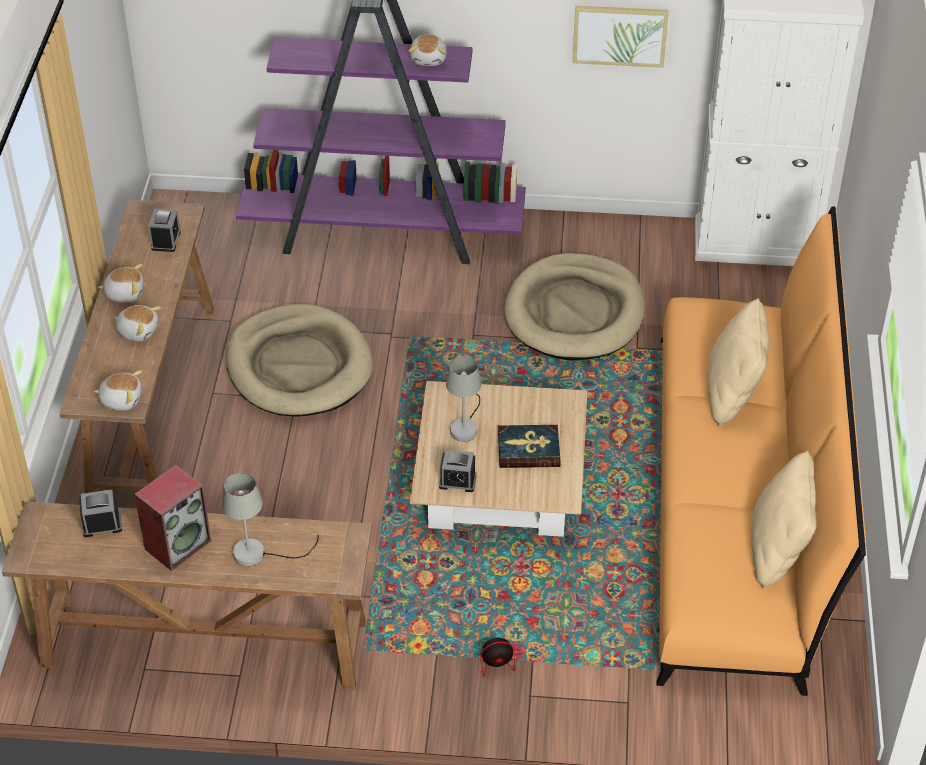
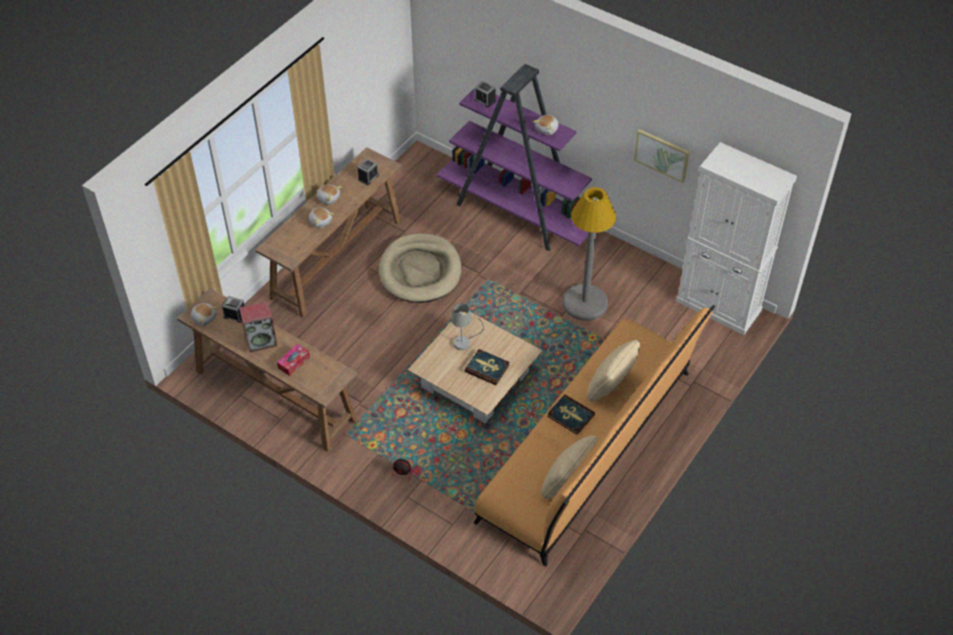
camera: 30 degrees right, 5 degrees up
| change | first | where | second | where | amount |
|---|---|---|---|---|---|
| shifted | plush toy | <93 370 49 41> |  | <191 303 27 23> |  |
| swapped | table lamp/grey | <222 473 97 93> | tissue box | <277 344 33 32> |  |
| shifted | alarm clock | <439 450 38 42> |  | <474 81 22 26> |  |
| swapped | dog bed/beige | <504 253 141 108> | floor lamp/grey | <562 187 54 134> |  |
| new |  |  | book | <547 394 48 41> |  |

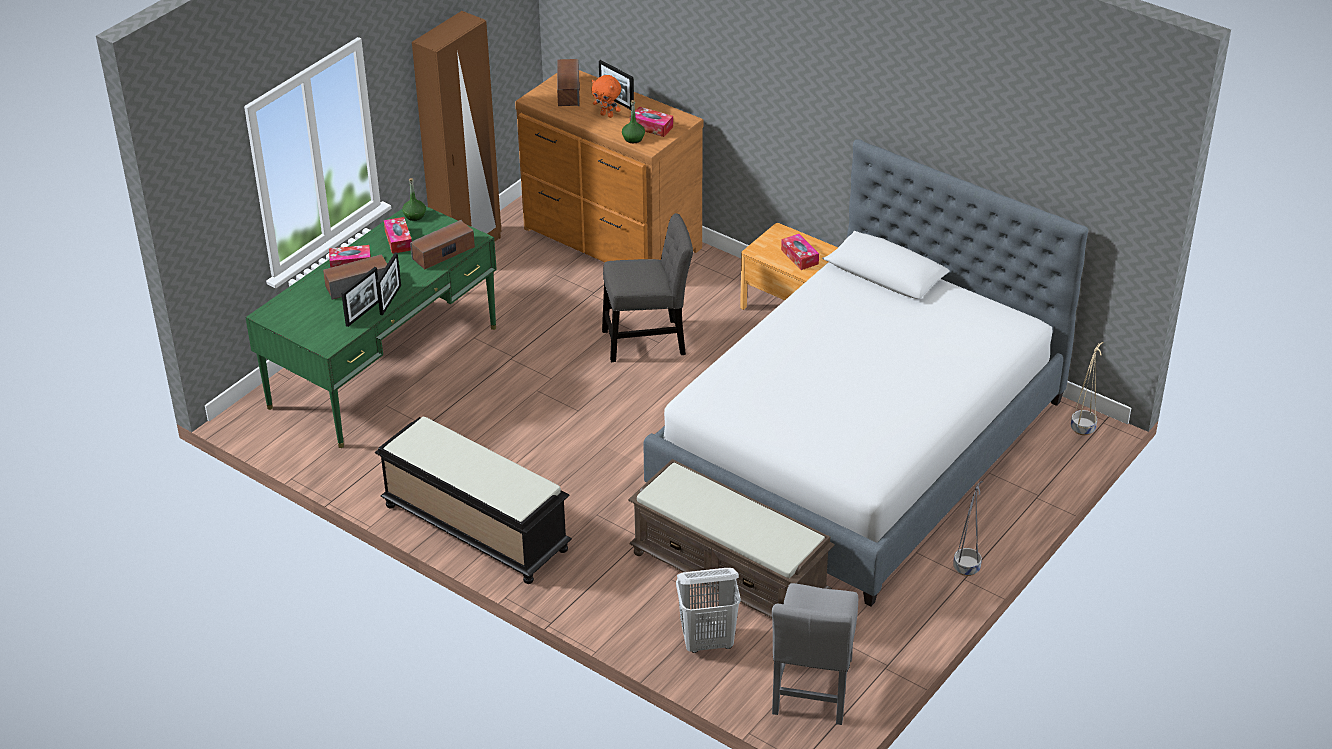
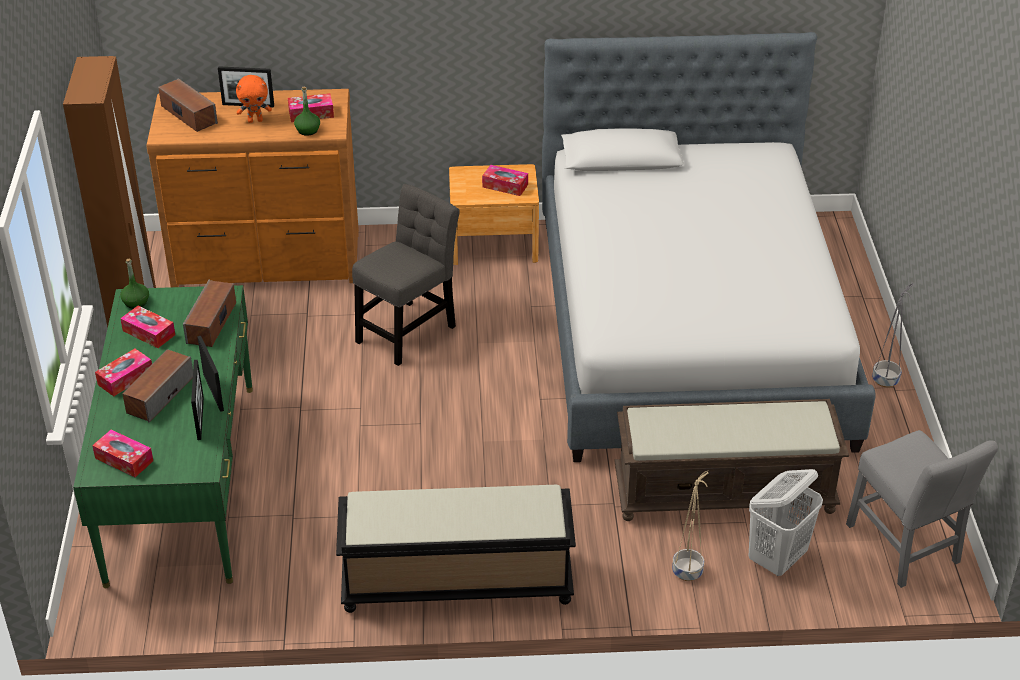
camera: 40 degrees left, 0 degrees up
| change | first | where | second | where | amount |
|---|---|---|---|---|---|
| shifted | planter/beige | <1071 342 33 93> |  | <672 471 36 110> |  |
| new |  |  | tissue box | <92 430 61 47> |  |

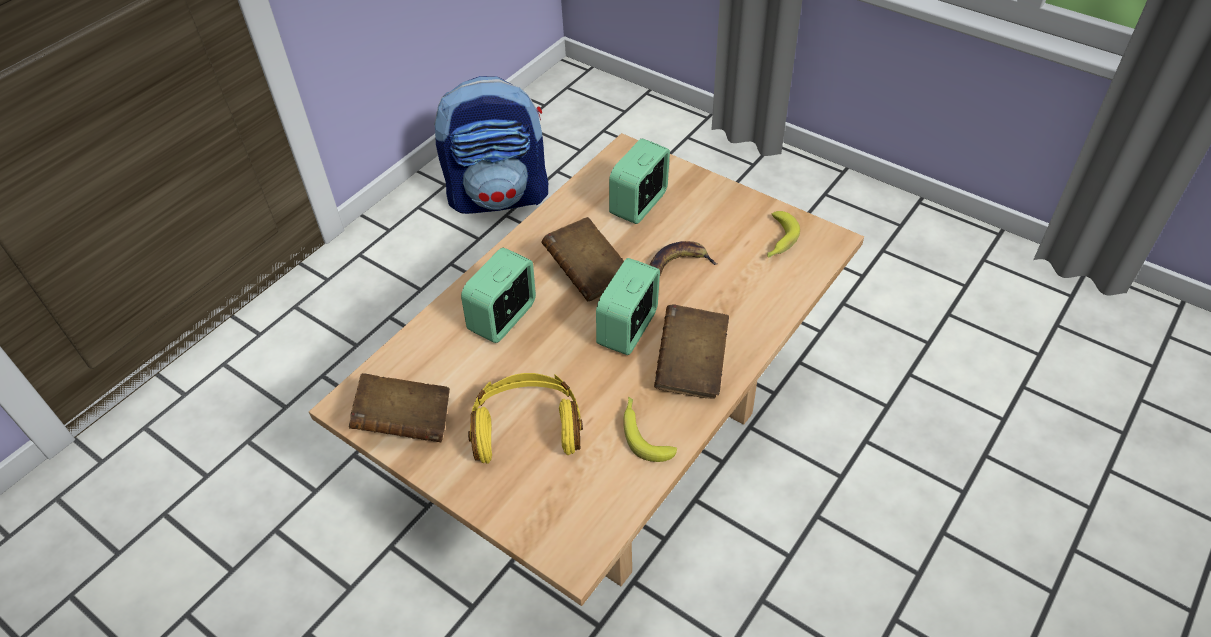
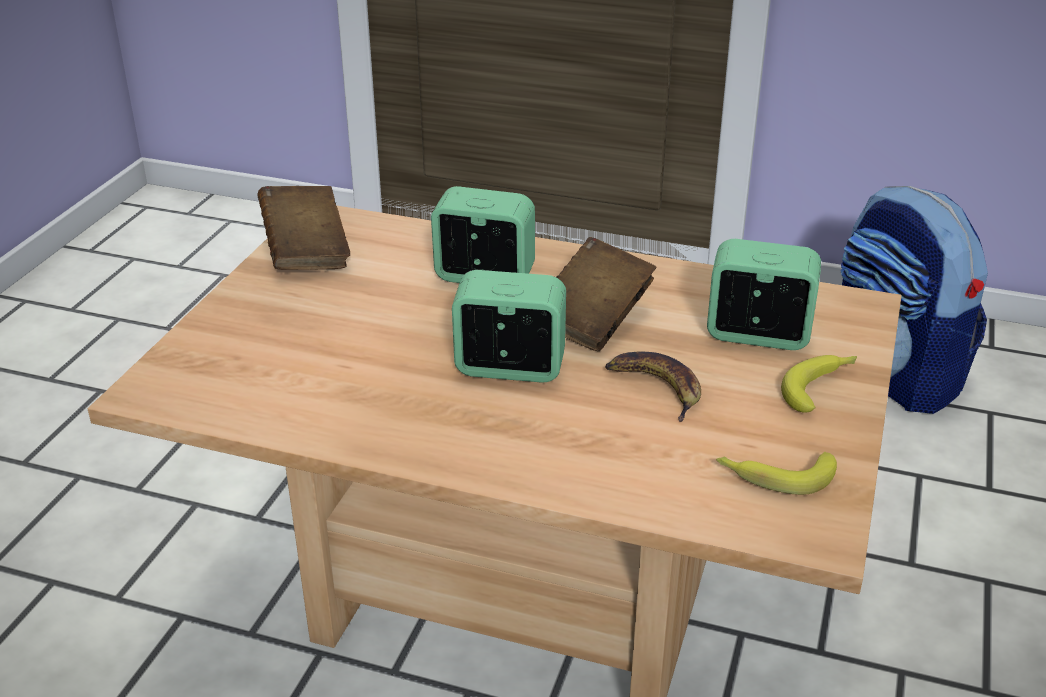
camera: 70 degrees right, 15 degrees down
| change | first | where | second | where | amount |
|---|---|---|---|---|---|
| gone | headphones/yellow | <468 373 115 91> |  |  |  |
| shifted | banana | <623 397 54 65> |  | <781 355 76 58> |  |
| gone | book/brown | <654 305 75 94> |  |  |  |

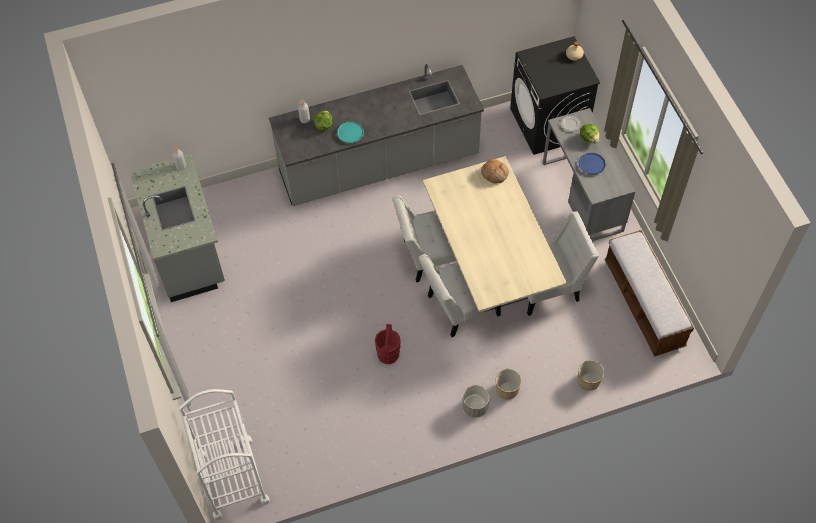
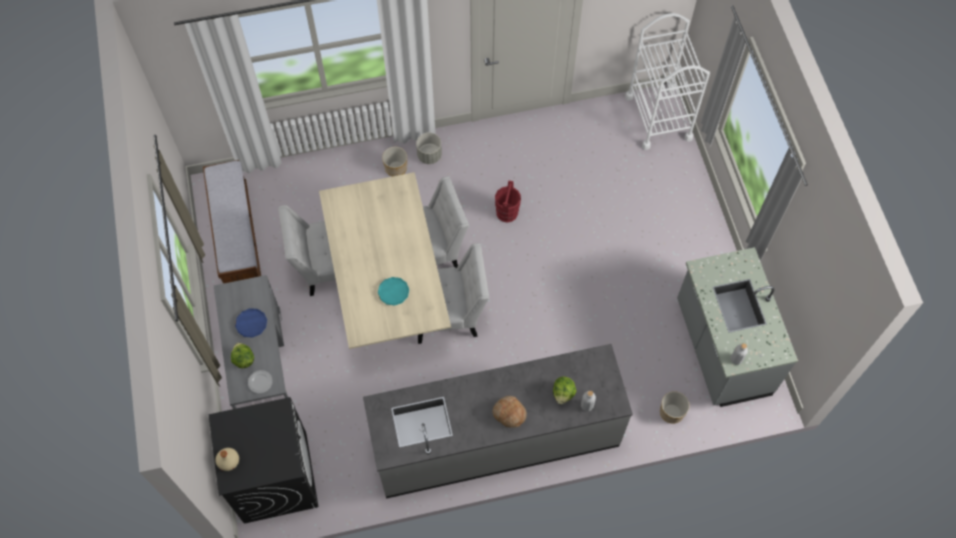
camera: 175 degrees left, 5 degrees up
| change | first | where | second | where | amount |
|---|---|---|---|---|---|
| shifted | plate/turquoise | <337 122 27 21> |  | <378 277 31 29> |  |
| shifted | bread | <481 159 28 25> |  | <493 396 34 31> |  |
| shifted | planter | <578 360 26 31> |  | <660 391 30 33> |  |

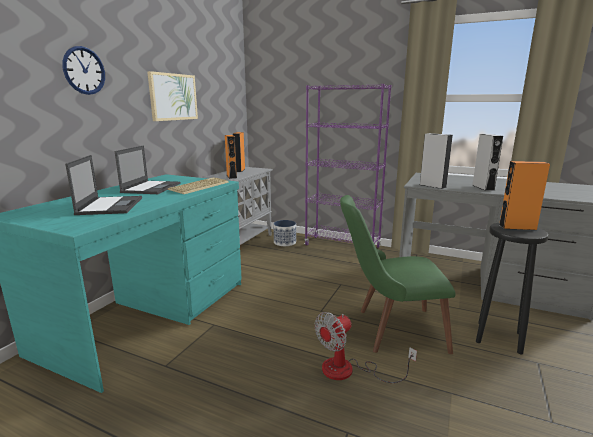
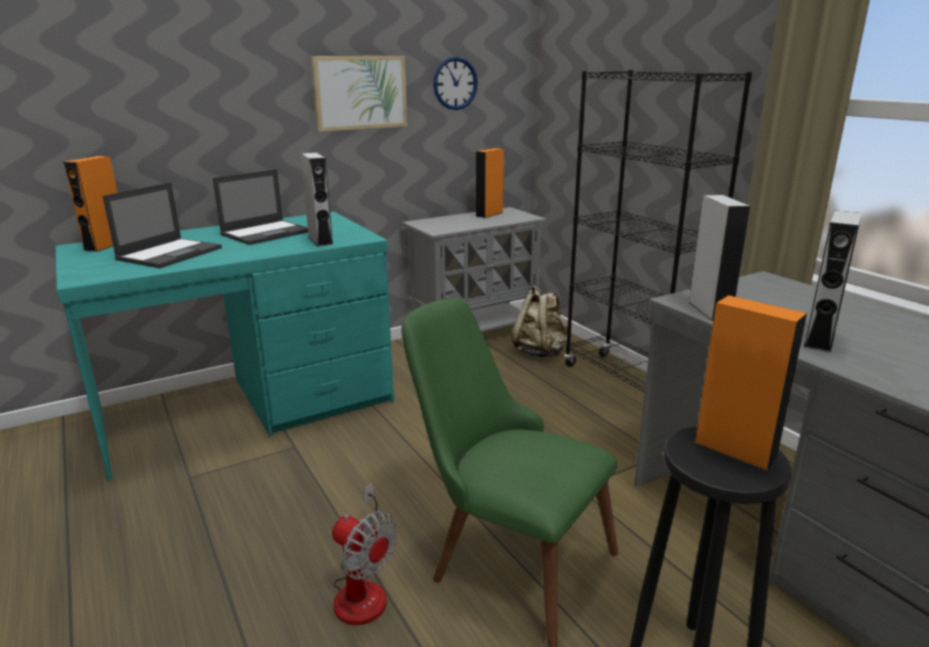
camera: 35 degrees right, 5 degrees up
| change | first | where | second | where | amount |
|---|---|---|---|---|---|
| shifted | wall clock | <62 46 43 49> |  | <433 57 45 53> |  |
| swapped | keyboard | <168 178 61 16> | speaker/grey | <301 153 32 93> |  |
| shifted | speaker/orange | <225 135 12 44> |  | <63 156 55 96> |  |
| swapped | planter | <274 220 22 26> | backpack/beige | <511 285 57 72> |  |
| repainted | bookcase/purple | <304 84 87 164> | bookcase/black | <564 70 188 323> |  |
| rotated | fan | <315 312 102 71> |  | <332 482 65 143> | 135 degrees counterclockwise |

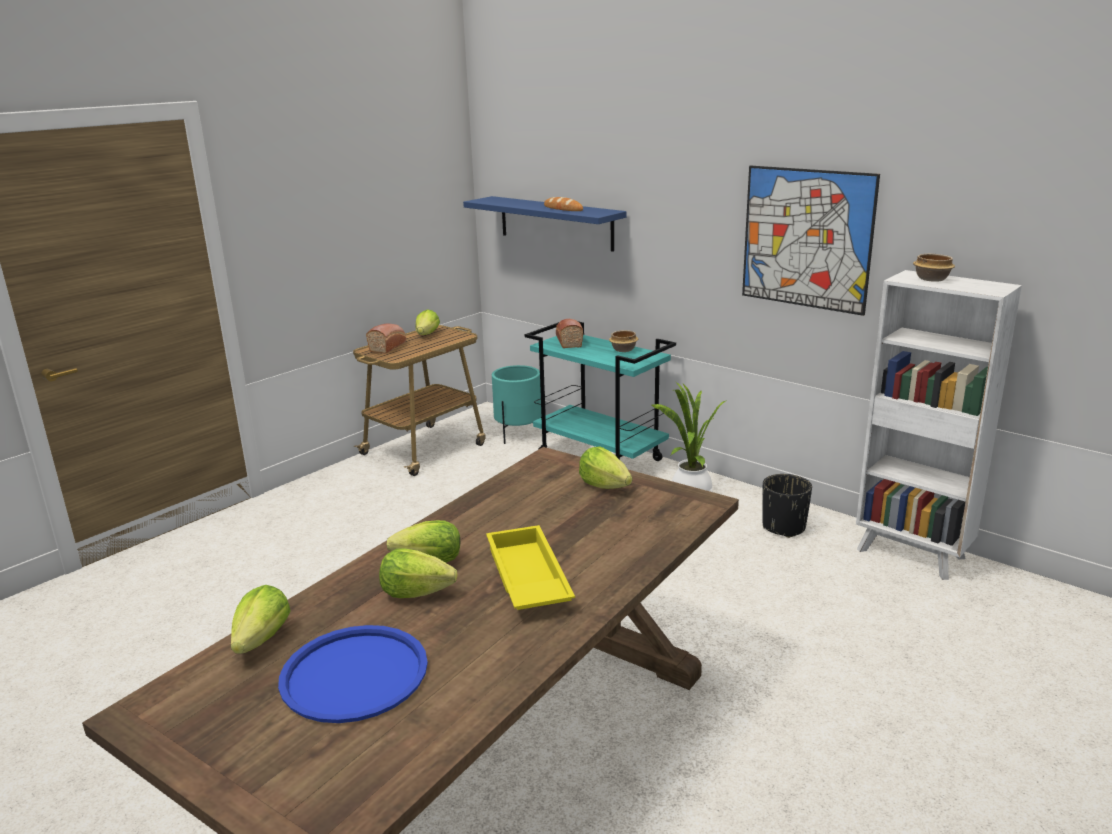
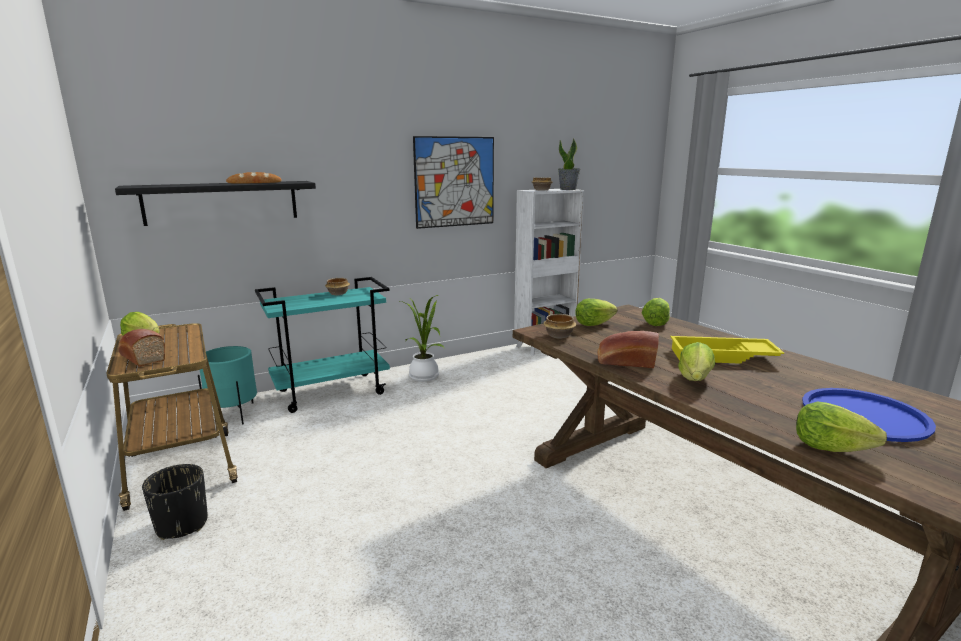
camera: 70 degrees left, 5 degrees down
| change | first | where | second | where | amount |
|---|---|---|---|---|---|
| shifted | lettuce | <379 548 78 50> |  | <642 298 28 28> |  |
| repainted | shelf/blue | <463 196 164 56> | shelf/black | <115 181 201 45> |  |
| shifted | bread | <556 319 27 29> |  | <598 331 61 37> |  |
| shifted | planter/black | <762 474 50 64> |  | <142 464 66 76> |  |
| new |  |  | bowl | <543 314 33 25> |  |
| new |  |  | potted plant | <558 139 22 51> |  |

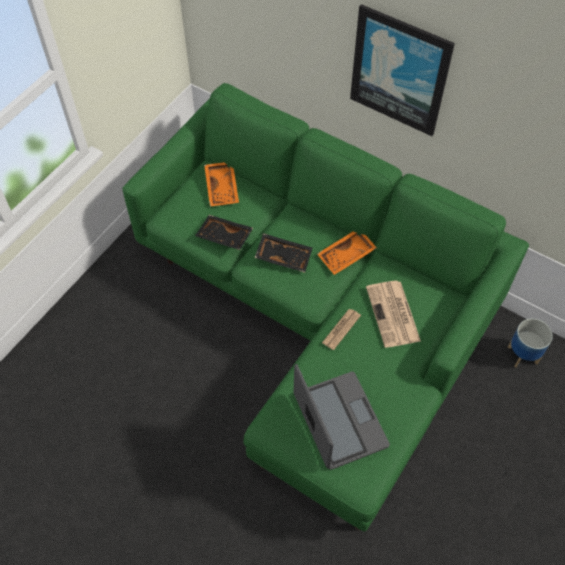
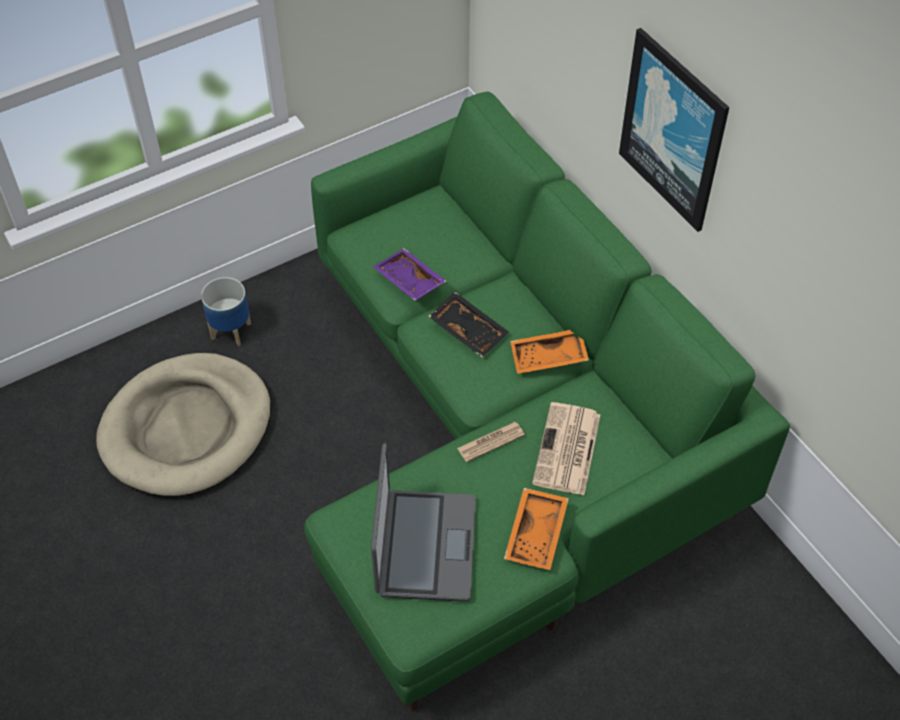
camera: 25 degrees right, 5 degrees down
| change | first | where | second | where | amount |
|---|---|---|---|---|---|
| repainted | tray/black | <195 215 58 35> | tray/purple | <373 248 73 52> |  |
| shifted | tray/orange | <204 162 35 45> |  | <504 488 65 82> |  |
| shifted | planter | <508 318 45 49> |  | <201 277 50 69> |  |
| new |  |  | dog bed/beige | <96 353 175 144> |  |

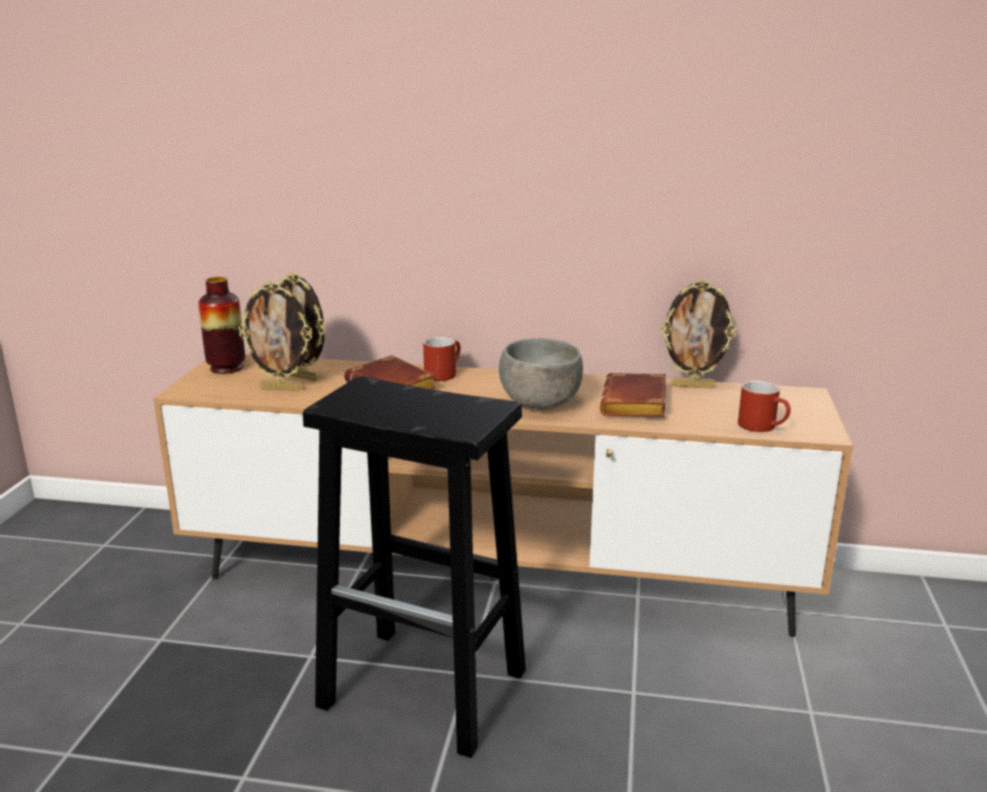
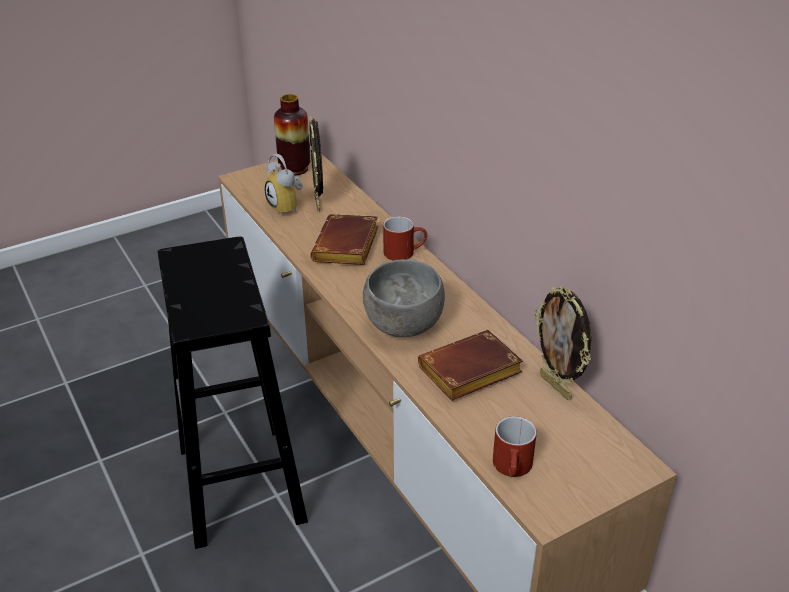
camera: 50 degrees right, 15 degrees up
| change | first | where | second | where | amount |
|---|---|---|---|---|---|
| swapped | picture frame | <238 281 74 110> | alarm clock | <265 154 38 62> |  |

